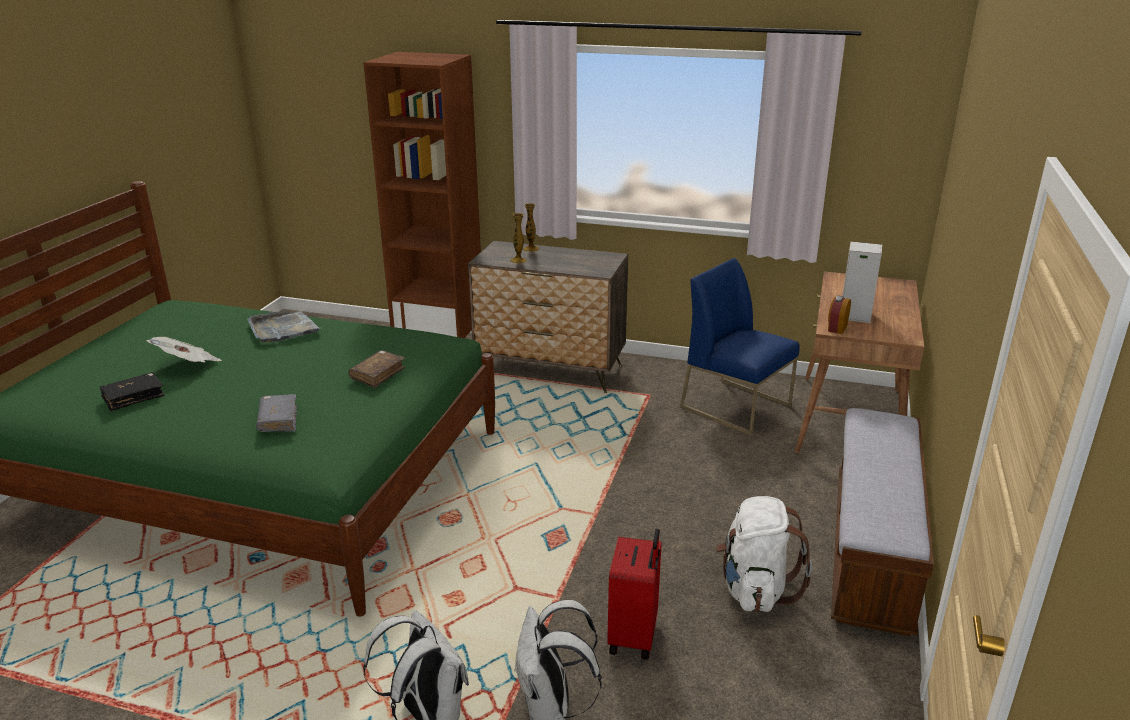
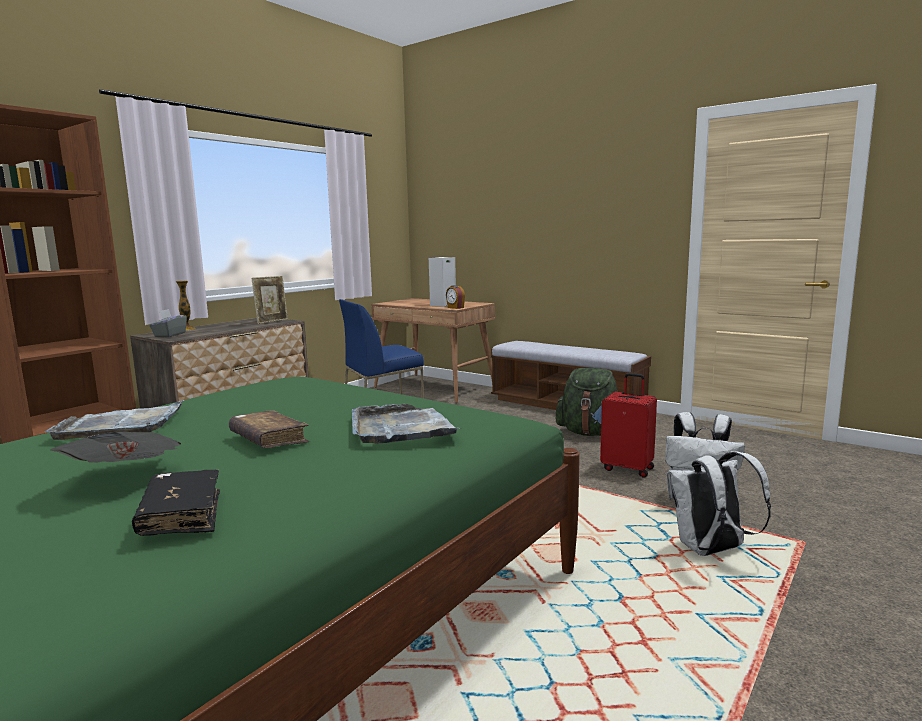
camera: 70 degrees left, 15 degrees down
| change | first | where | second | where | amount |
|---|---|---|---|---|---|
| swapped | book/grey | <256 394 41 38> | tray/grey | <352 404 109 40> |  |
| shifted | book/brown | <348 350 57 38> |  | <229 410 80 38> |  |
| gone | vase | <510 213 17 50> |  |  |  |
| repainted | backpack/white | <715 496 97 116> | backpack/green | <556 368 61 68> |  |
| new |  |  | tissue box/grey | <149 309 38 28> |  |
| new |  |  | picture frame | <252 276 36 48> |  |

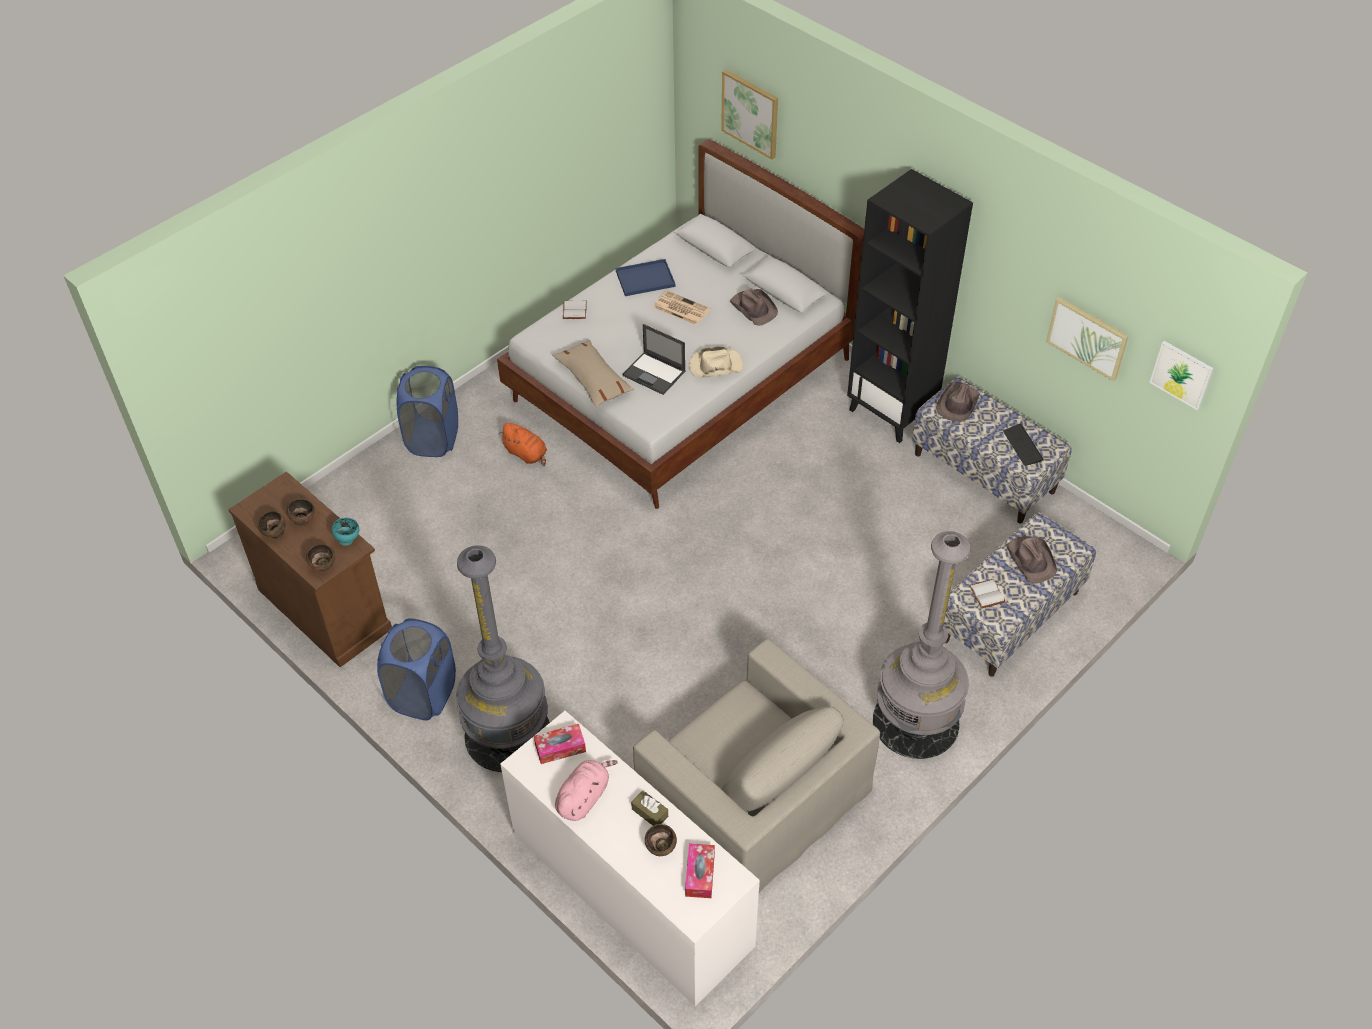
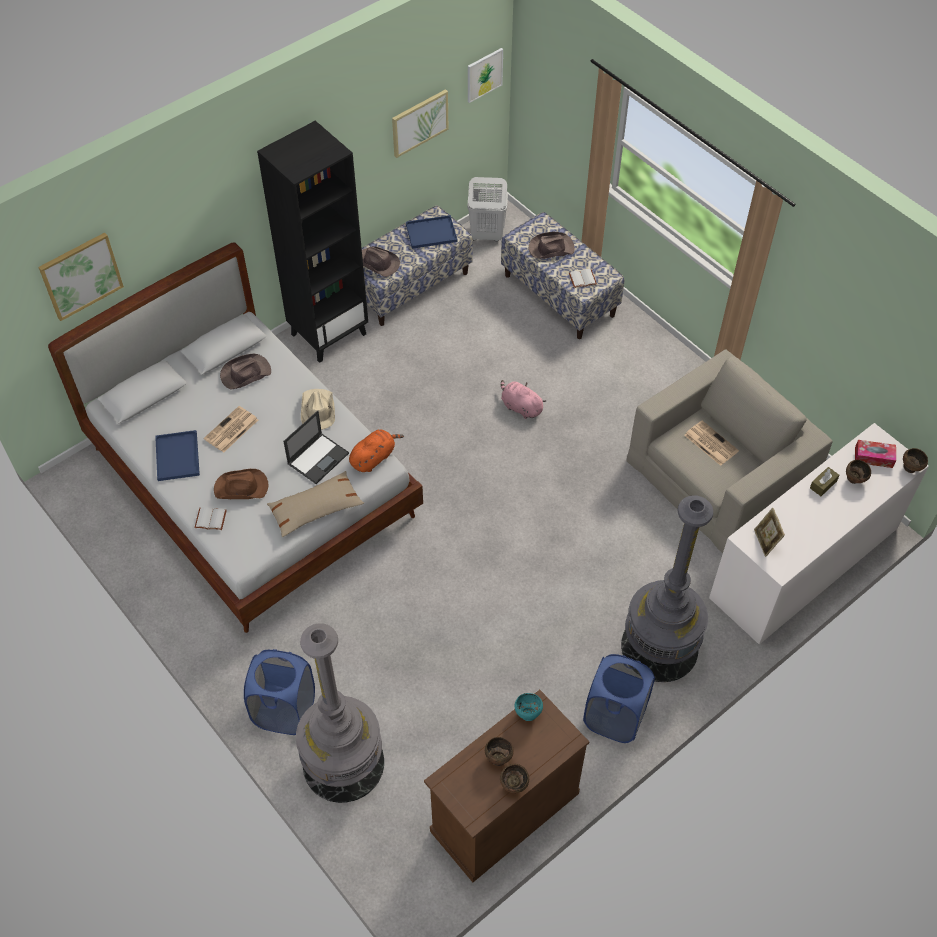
camera: 85 degrees left, 5 degrees up
| change | first | where | second | where | amount |
|---|---|---|---|---|---|
| shifted | bowl/brown | <306 544 29 27> |  | <903 448 25 25> |  |
| shifted | plush toy/orange | <499 423 48 43> |  | <349 429 55 43> |  |
| swapped | tissue box | <534 724 52 40> | picture frame | <754 508 31 49> |  |
| shifted | plush toy/pink | <555 760 63 61> |  | <501 380 45 39> |  |
| shifted | floor lamp/grey | <873 531 97 228> |  | <296 623 88 180> |  |
| swapped | keyboard | <1003 424 40 42> | tray/blue | <406 215 51 34> |  |
| new |  |  | hat/brown | <214 469 55 30> |  |
| new |  |  | laundry basket/white | <467 177 41 64> |  |
| new |  |  | newspaper | <684 420 55 46> |  |

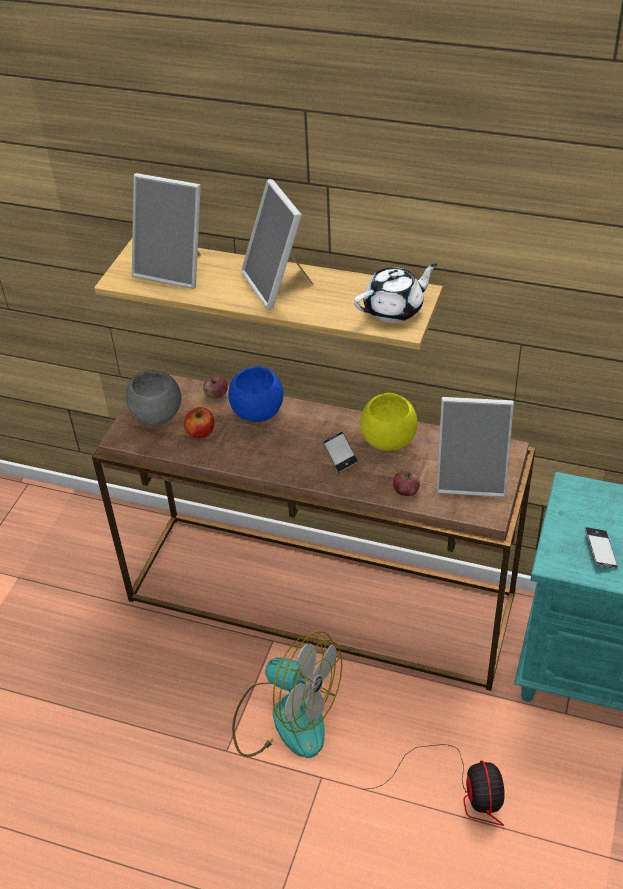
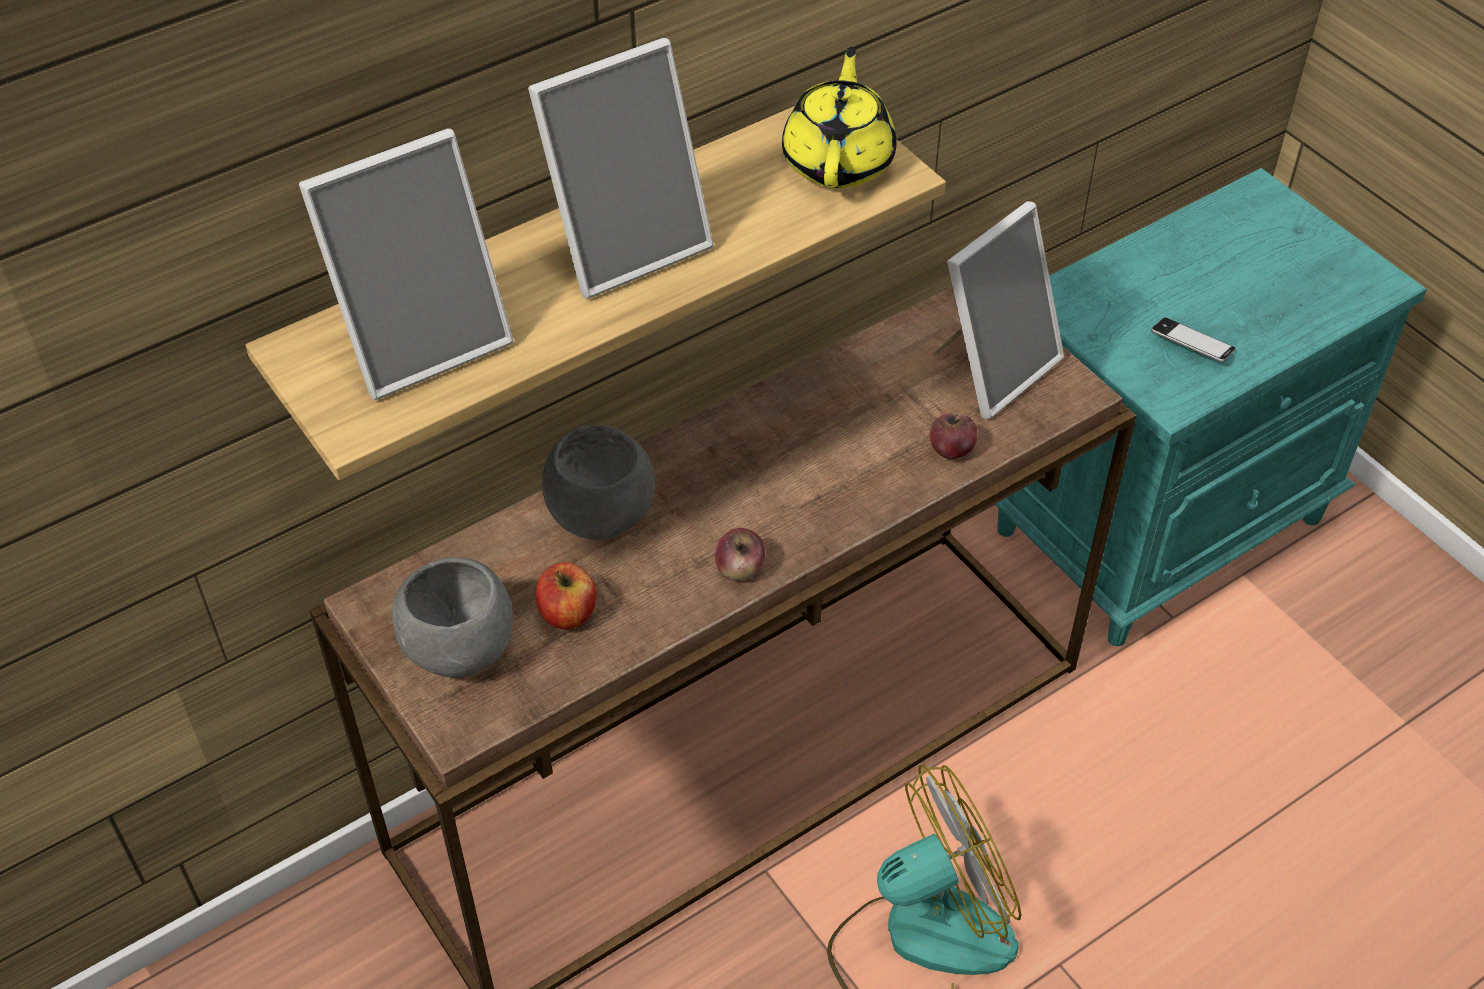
camera: 55 degrees left, 5 degrees up
| change | first | where | second | where | amount |
|---|---|---|---|---|---|
| shifted | apple | <203 375 25 24> |  | <715 528 50 52> |  |
| repainted | bowl/blue | <228 367 55 55> | bowl/grey | <542 425 113 115> |  |
| rotated | picture frame | <241 179 72 131> |  | <528 38 186 261> | 45 degrees counterclockwise |
| gone | phone | <323 432 36 41> |  |  |  |
| repainted | teapot/white | <354 264 83 58> | teapot/yellow | <782 47 114 141> |  |
| gone | bowl/yellow | <360 393 58 58> |  |  |  |
| gone | fan | <361 744 144 82> |  |  |  |

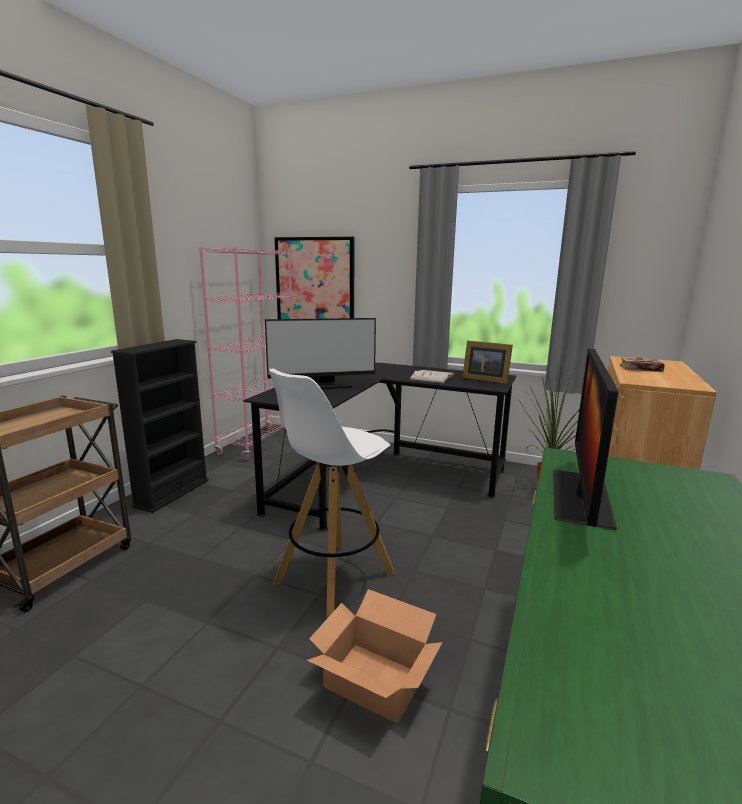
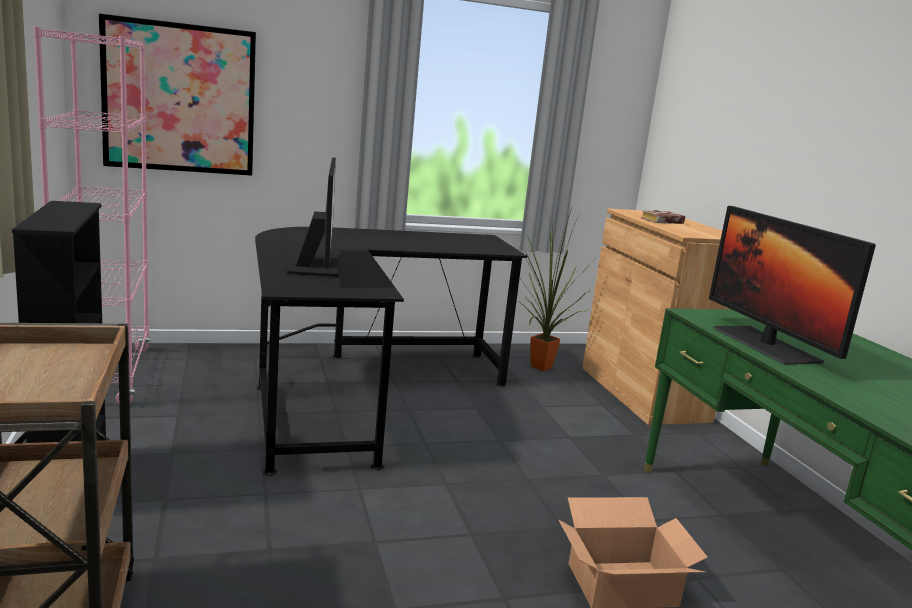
camera: 40 degrees left, 0 degrees up
| change | first | where | second | where | amount |
|---|---|---|---|---|---|
| rotated | monitor | <265 318 111 71> |  | <287 157 53 120> | 45 degrees counterclockwise |
| gone | stool/white | <269 368 126 251> |  |  |  |
| gone | book/white | <409 370 46 13> |  |  |  |
| gone | picture frame | <462 341 51 43> |  |  |  |

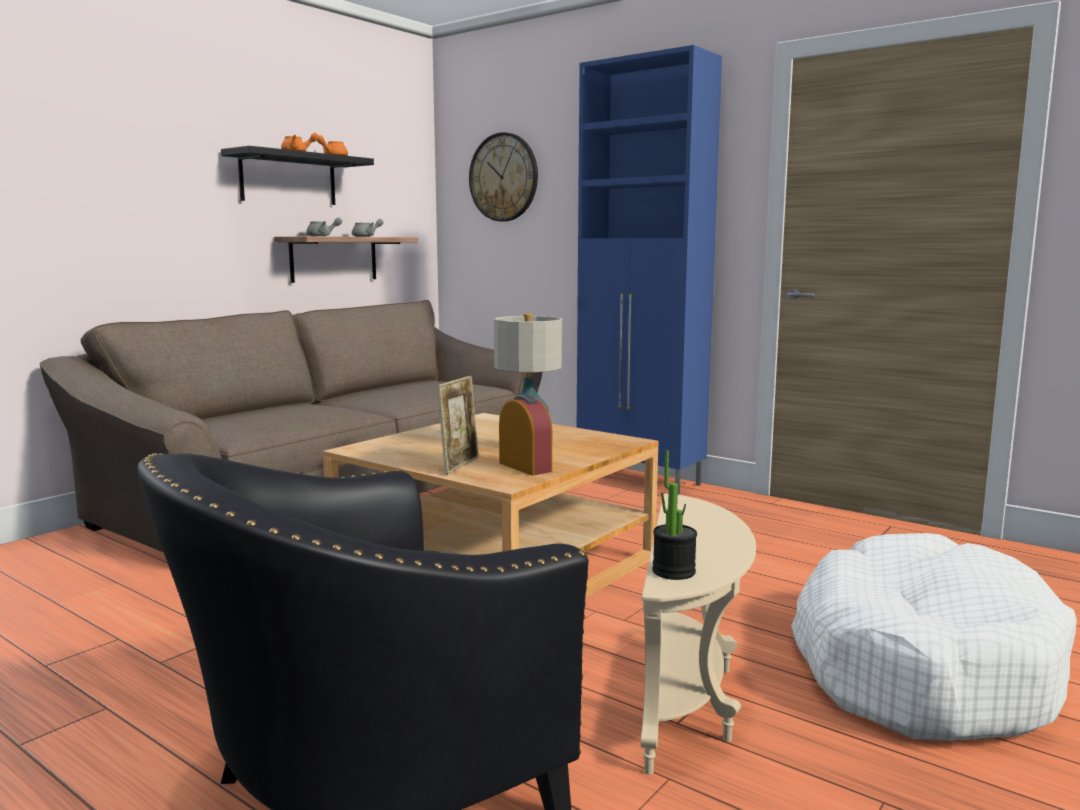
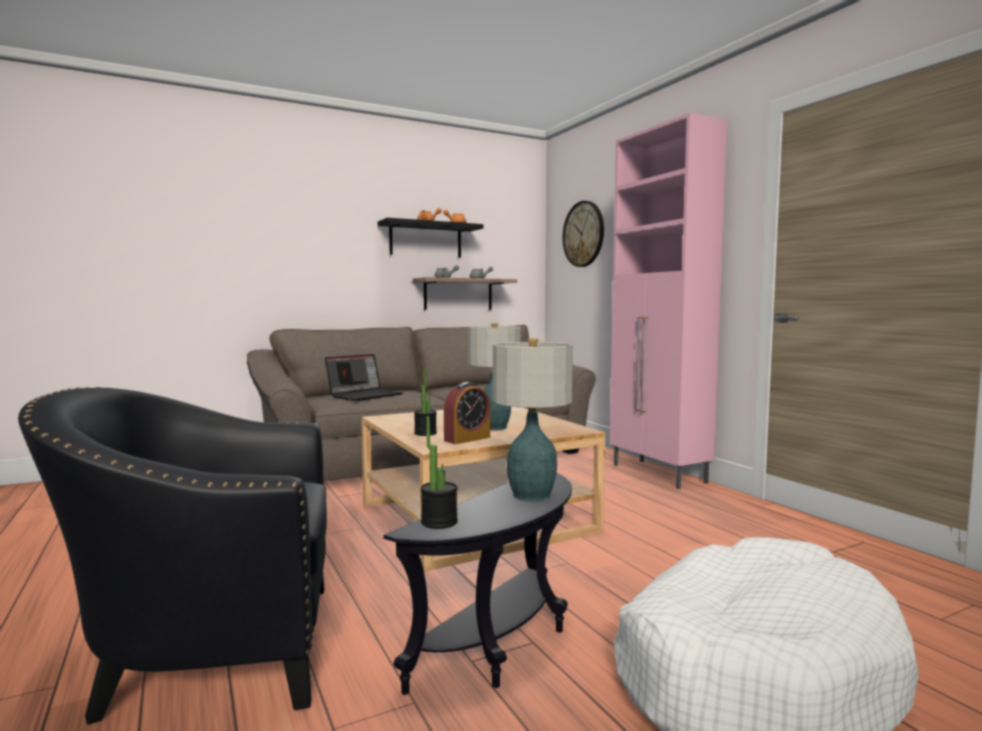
camera: 25 degrees right, 5 degrees down
| change | first | where | second | where | amount |
|---|---|---|---|---|---|
| swapped | picture frame | <437 376 42 99> | potted plant | <414 368 23 68> |  |
| rotated | alarm clock | <499 394 53 82> |  | <444 382 46 62> | 60 degrees clockwise |
| repainted | cabinet/blue | <577 45 145 450> | cabinet/pink | <610 113 117 376> |  |
| repainted | side table/beige | <641 493 115 282> | side table/black | <383 473 189 222> |  |
| new |  |  | laptop | <325 354 78 47> |  |
| new |  |  | table lamp | <493 338 80 164> |  |

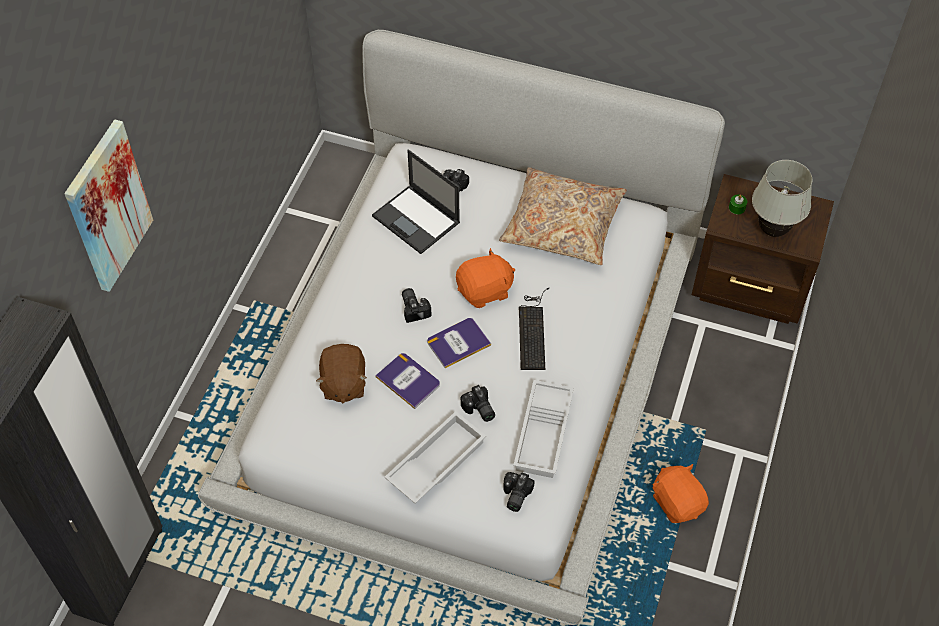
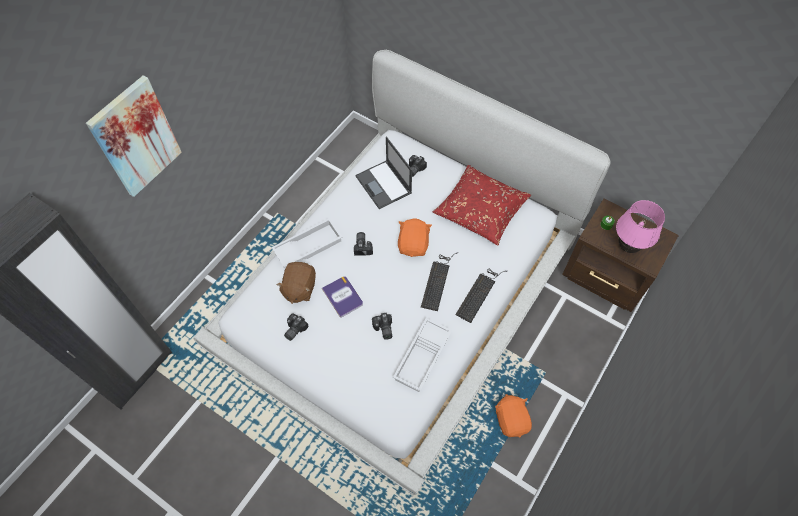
camera: 15 degrees right, 5 degrees up
| change | first | where | second | where | amount |
|---|---|---|---|---|---|
| shifted | tray/white | <384 411 102 93> |  | <272 218 71 50> |  |
| gone | book | <427 318 64 50> |  |  |  |
| rotated | plush toy/orange | <456 248 59 60> |  | <398 219 34 38> | 75 degrees counterclockwise |
| repainted | pillow/beige | <499 167 128 98> | pillow/red | <433 165 98 80> |  |
| shifted | photo camera | <503 472 32 40> |  | <284 313 25 28> |  |
| repainted | table lamp/white | <752 160 60 77> | table lamp/pink | <616 200 49 53> |  |
| new |  |  | keyboard | <455 268 52 55> |  |

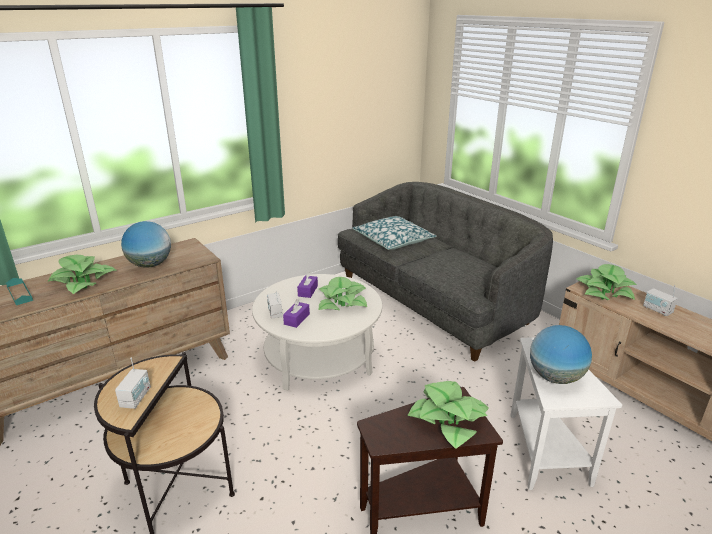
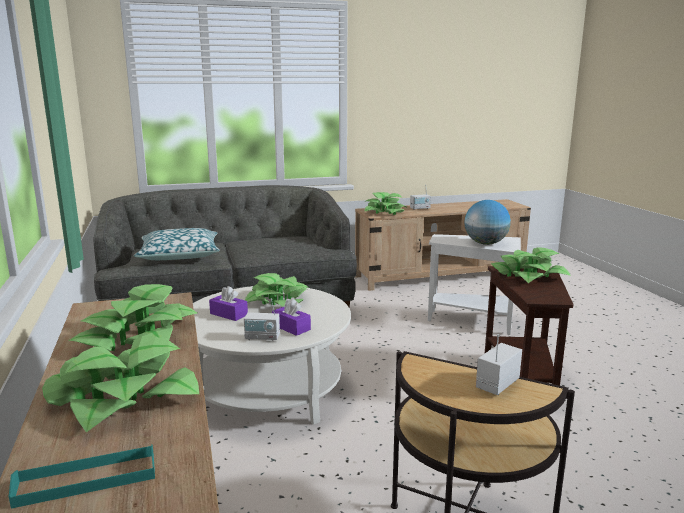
camera: 70 degrees left, 10 degrees down
| change | first | where | second | where | amount |
|---|---|---|---|---|---|
| rotated | radio | <115 358 36 51> |  | <476 334 46 61> | 75 degrees counterclockwise |
| swapped | globe | <121 221 50 47> | potted plant | <69 284 128 67> |  |

